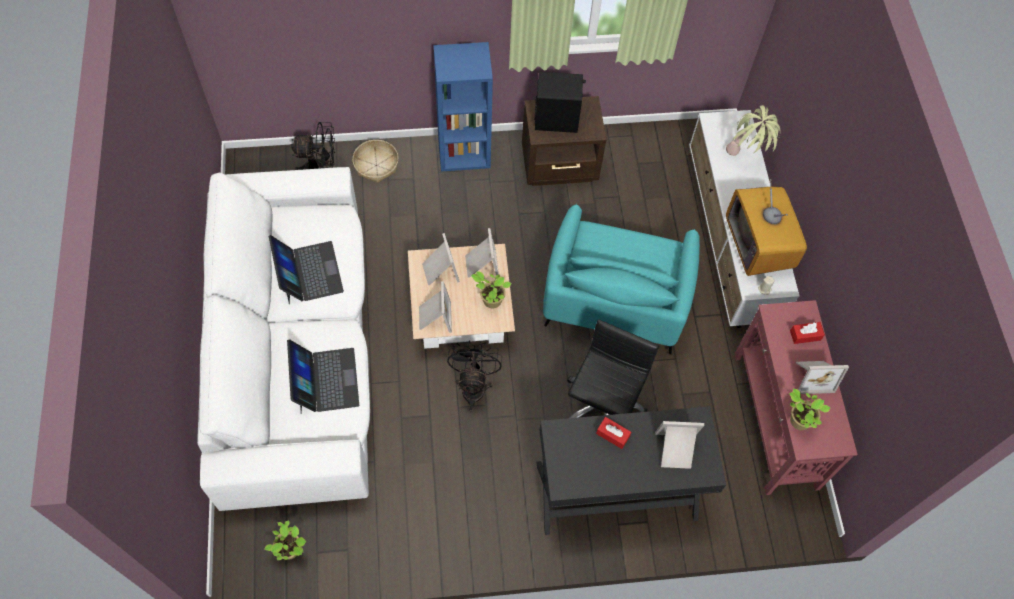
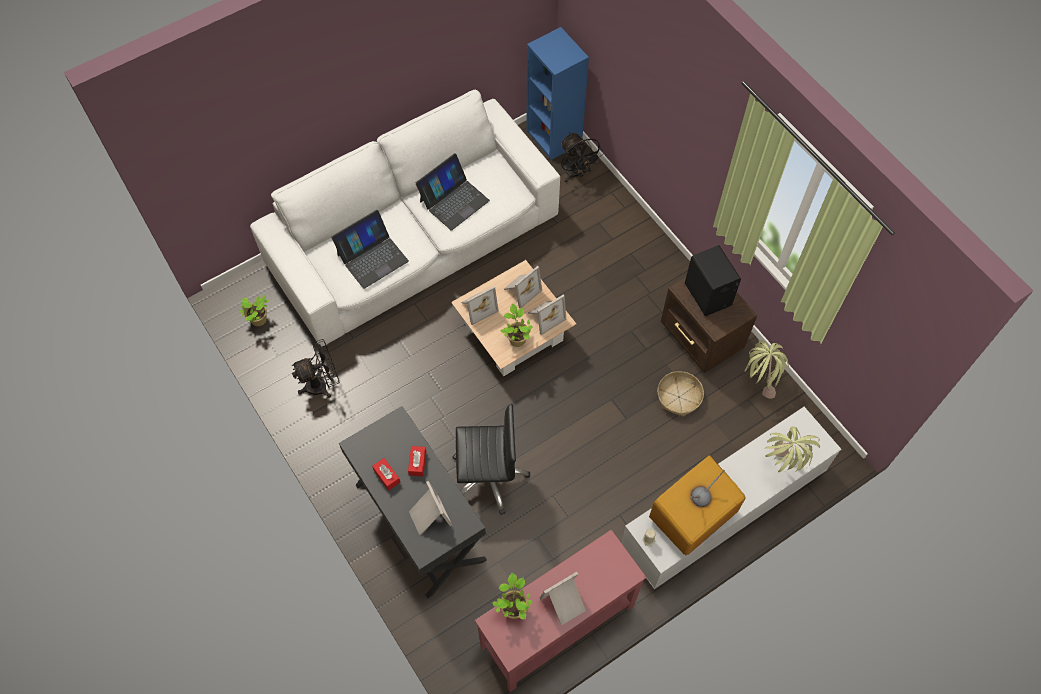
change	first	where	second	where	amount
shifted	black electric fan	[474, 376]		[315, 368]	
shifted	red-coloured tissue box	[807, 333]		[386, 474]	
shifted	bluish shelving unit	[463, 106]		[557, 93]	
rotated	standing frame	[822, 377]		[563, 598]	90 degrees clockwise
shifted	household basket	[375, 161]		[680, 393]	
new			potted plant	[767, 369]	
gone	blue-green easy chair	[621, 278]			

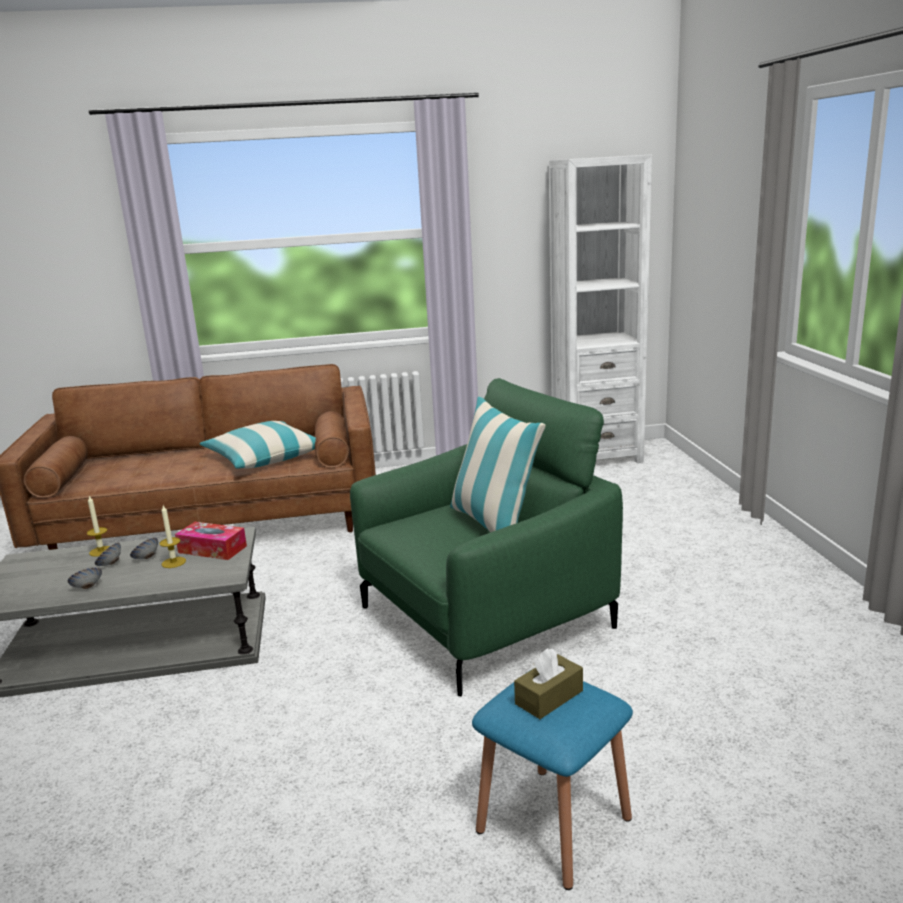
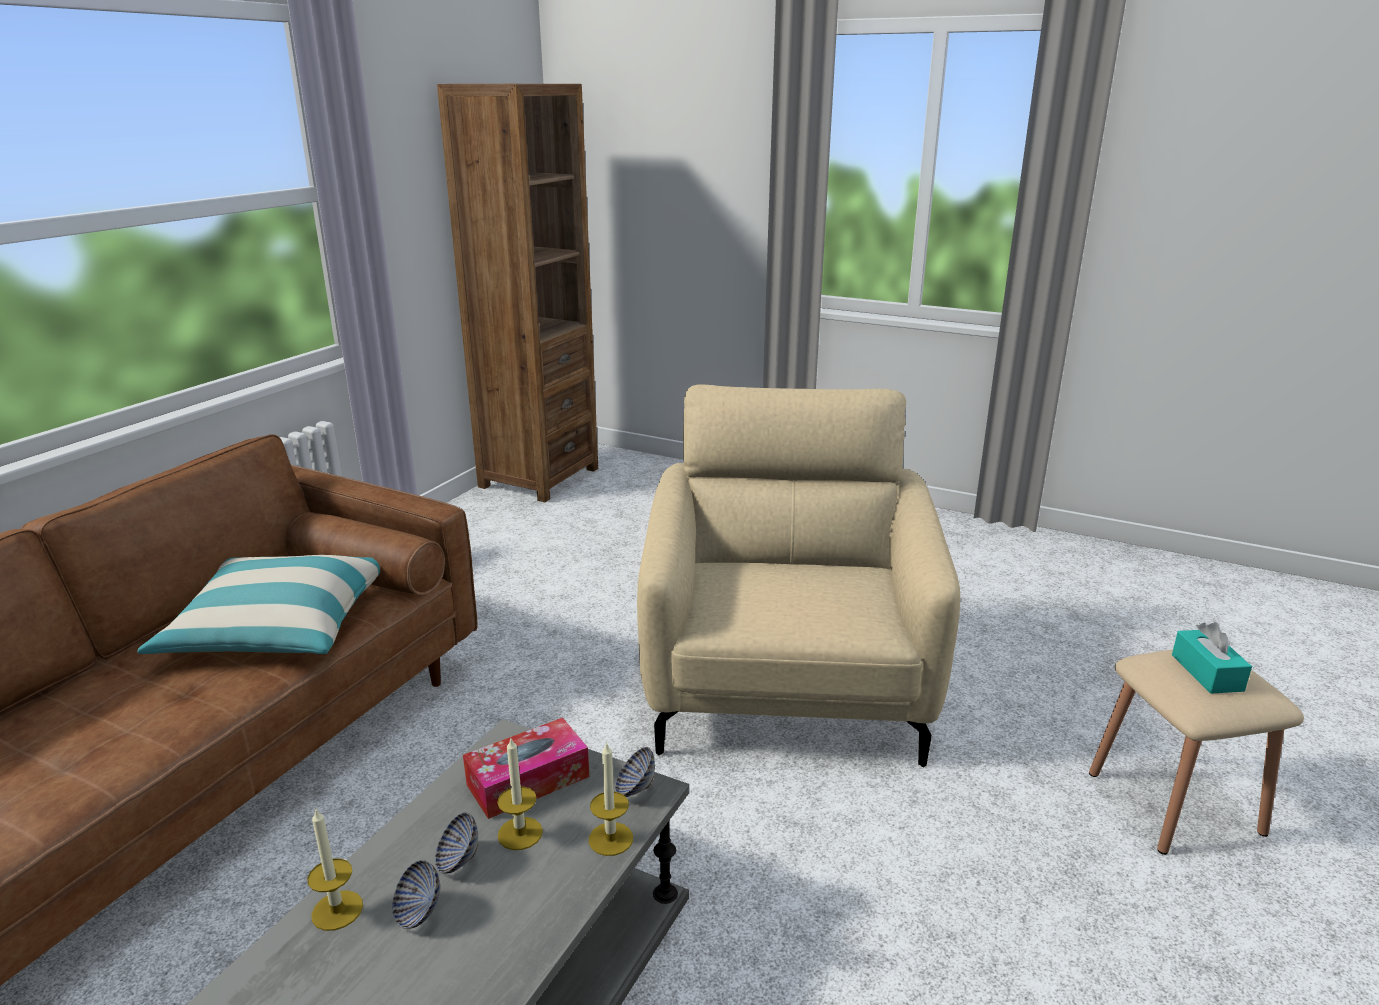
change	first	where	second	where	amount
repainted	white shelving unit	[600, 308]	brownish shelving unit	[517, 293]	
new			wax candle	[611, 799]	
shifted	deep dish	[85, 578]		[635, 772]	
repainted	green easy chair	[486, 537]	beige-coloured easy chair	[798, 575]	
repainted	bluish stool	[552, 780]	beige-coloured stool	[1196, 752]	
repainted	brownish tissue box	[548, 683]	blue-green tissue box	[1212, 658]	
gone	cushion	[498, 464]			

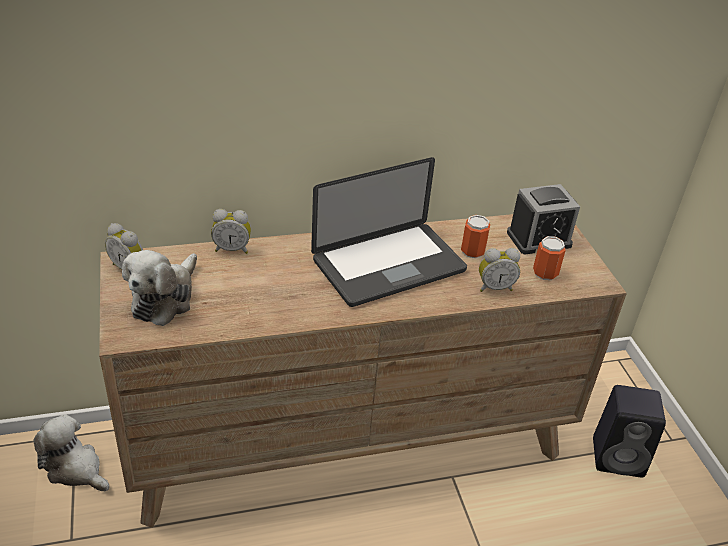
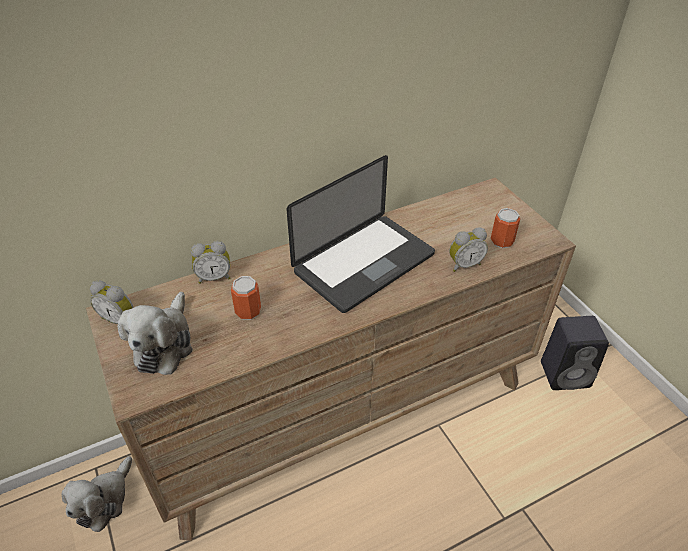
change	first	where	second	where	amount
rotated	cuddly toy	[71, 452]		[97, 494]	90 degrees counterclockwise
shifted	can	[475, 236]		[246, 298]	
gone	alarm clock	[543, 219]			

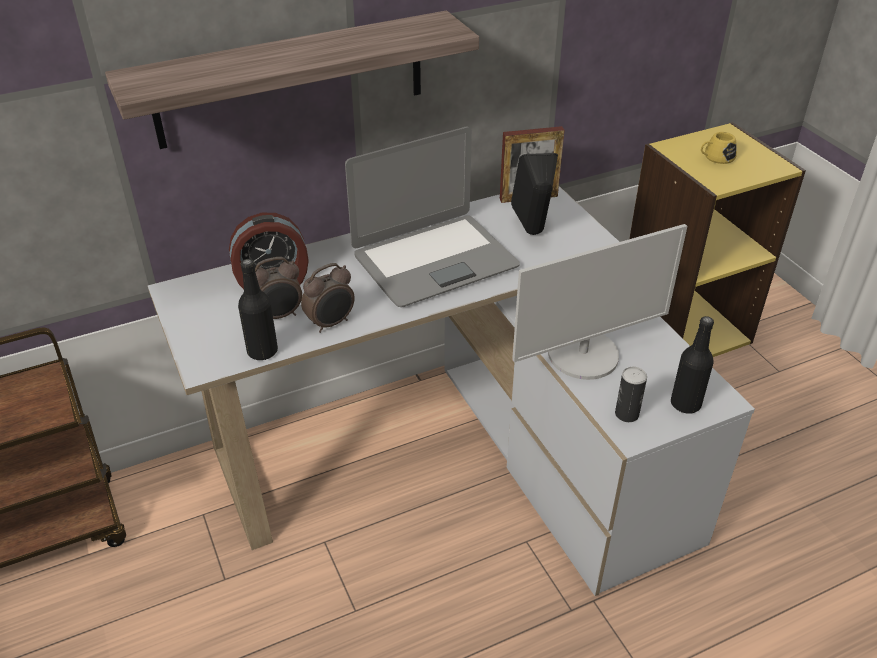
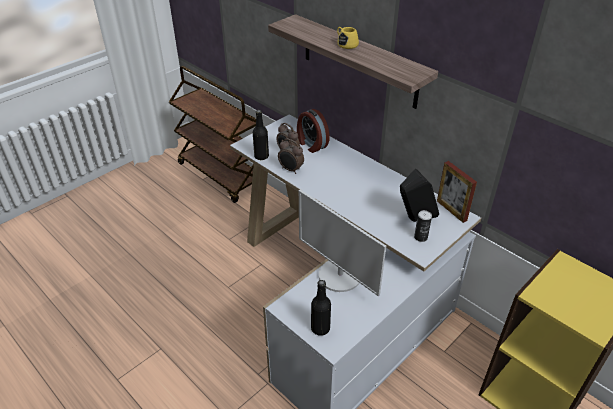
change	first	where	second	where	amount
shifted	yellow coffee mug	[719, 148]		[348, 38]	
shifted	can	[631, 394]		[423, 226]	
gone	notebook computer	[432, 217]			

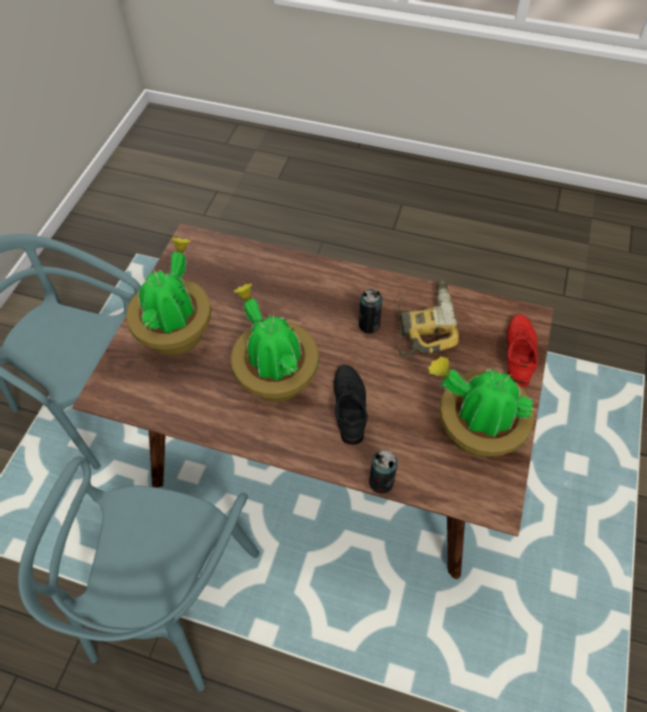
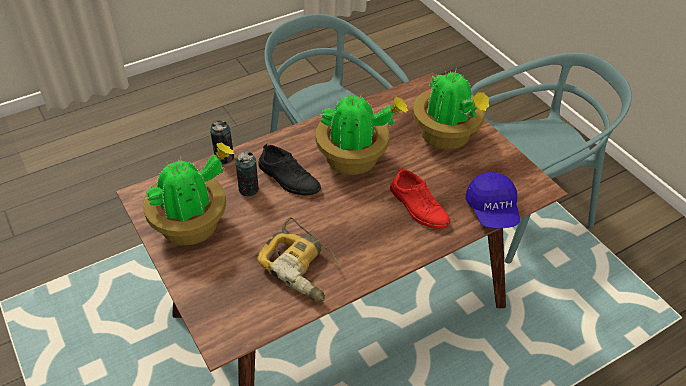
change	first	where	second	where	amount
shifted	can	[370, 311]		[247, 174]	
shifted	red-coloured item of footwear	[523, 350]		[420, 198]	
new			bluish baseball cap	[492, 200]	

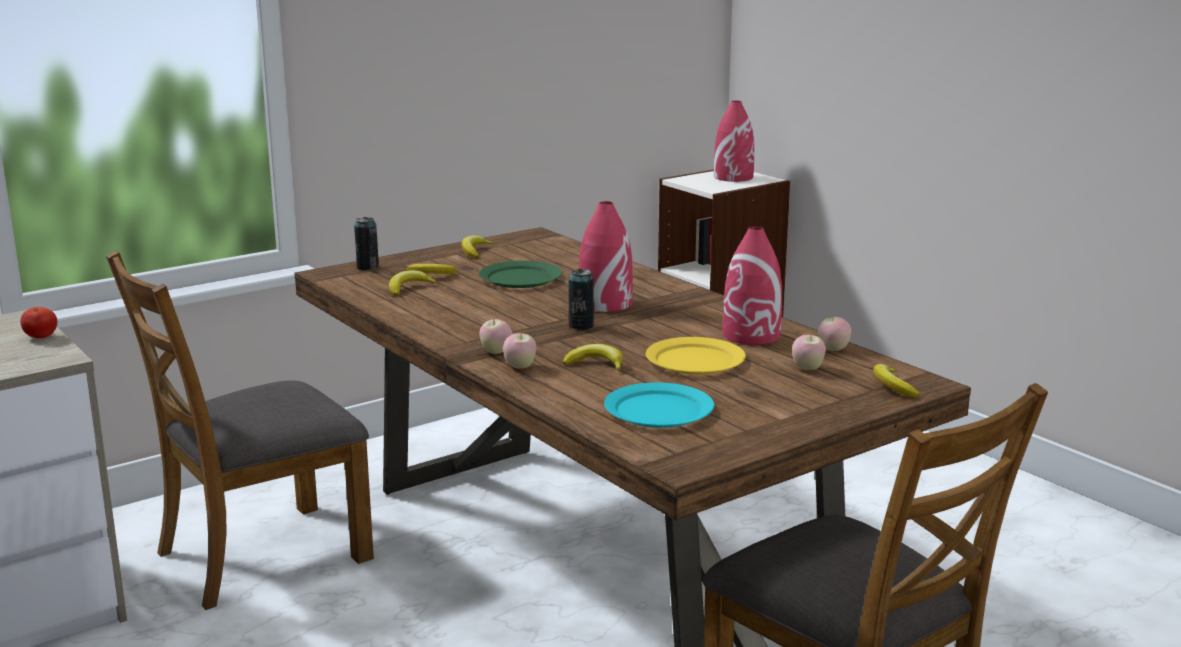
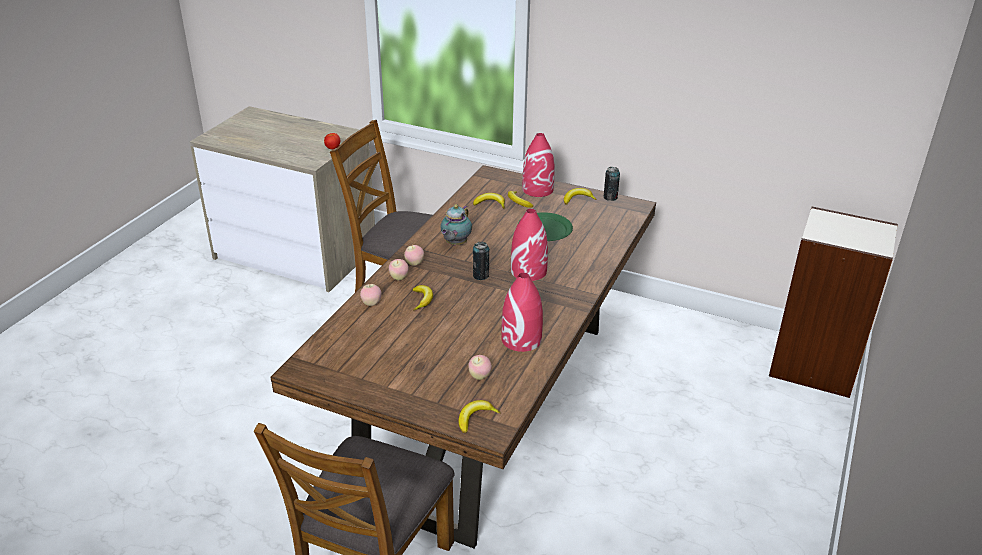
change	first	where	second	where	amount
shifted	apple fruit	[834, 332]		[371, 295]	
new			tea pot	[456, 224]	
shifted	red-coloured flower vase	[734, 141]		[538, 165]	
shifted	can	[366, 243]		[612, 184]	
gone	blue-green dinner plate	[659, 405]			
gone	yellow dinner plate	[696, 356]			

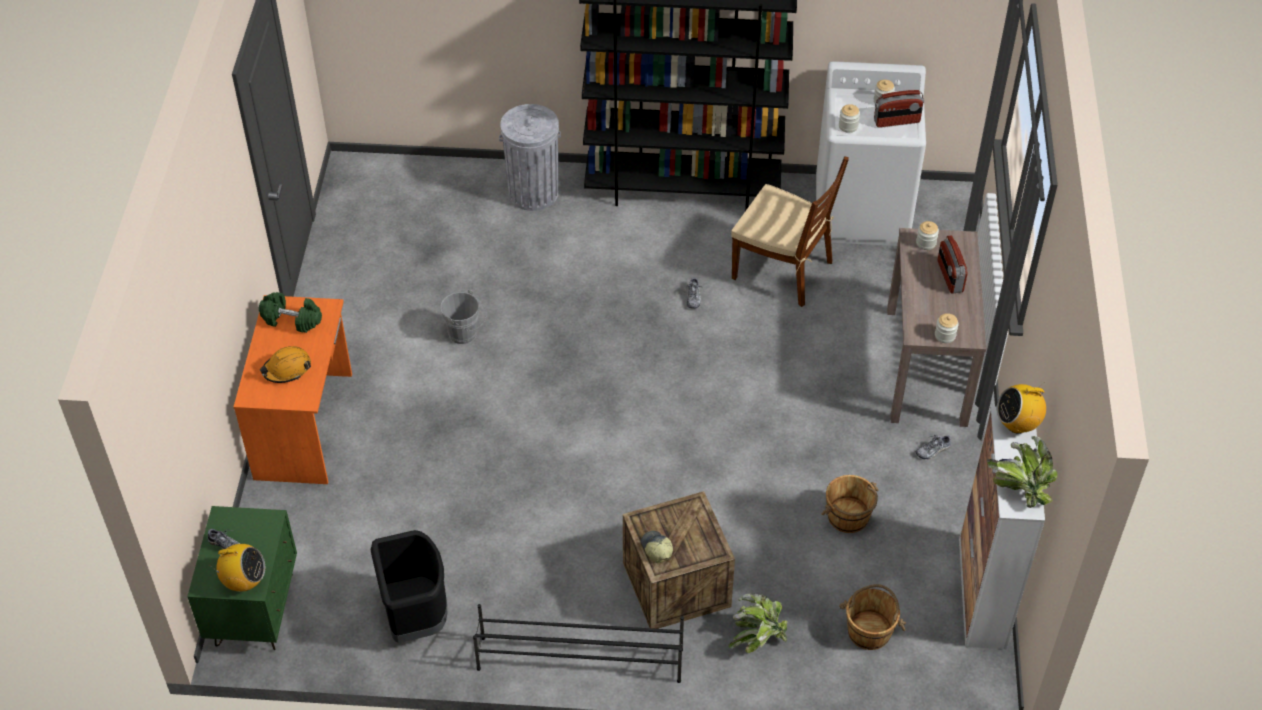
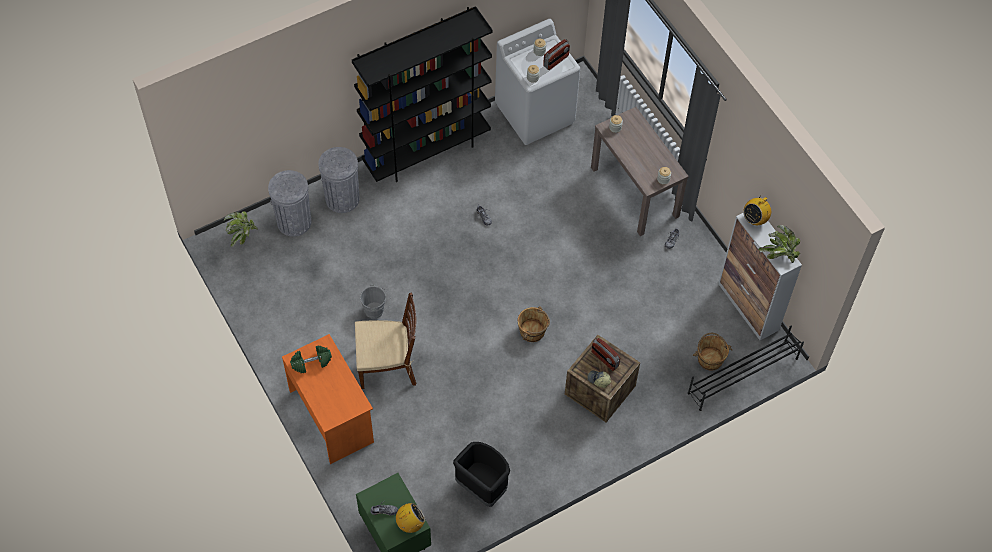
change	first	where	second	where	amount
shifted	potted plant	[757, 623]		[241, 229]	
new			gray rubbish bin	[289, 203]	
shifted	brownish chair	[790, 231]		[385, 340]	
shifted	brownish water bucket	[850, 504]		[534, 324]	
shifted	radio receiver	[953, 265]		[605, 354]	
shifted	black shoe shelf	[578, 643]		[746, 368]	
gone	orangey work helmet	[285, 364]			

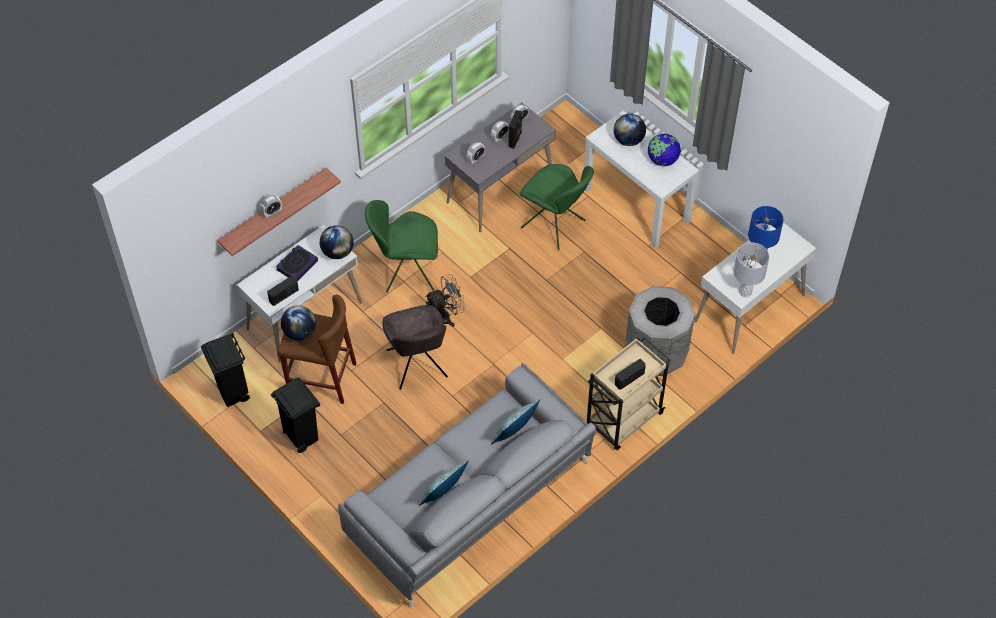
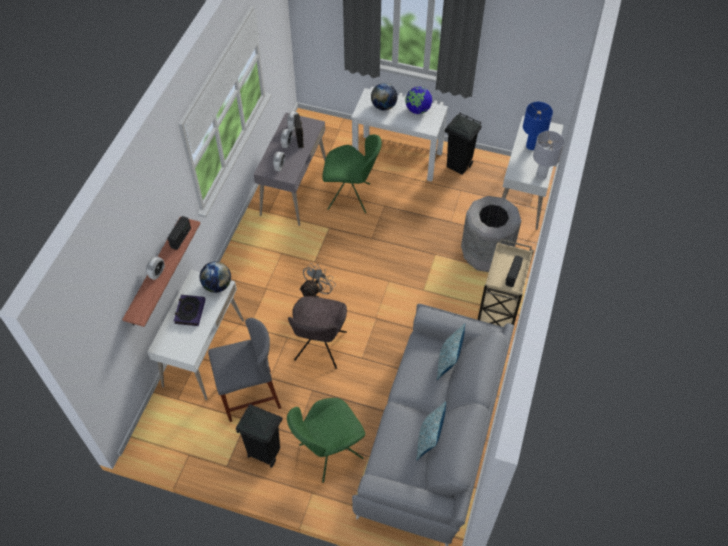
change	first	where	second	where	amount
shifted	radio receiver	[283, 291]		[179, 233]	
repainted	brownish stool	[317, 349]	gray stool	[244, 370]	
shifted	green chair	[401, 246]		[326, 440]	
rotated	gray chair	[415, 347]		[317, 332]	60 degrees clockwise
shifted	black rubbish bin	[225, 370]		[463, 144]	
gone	world globe	[298, 322]			

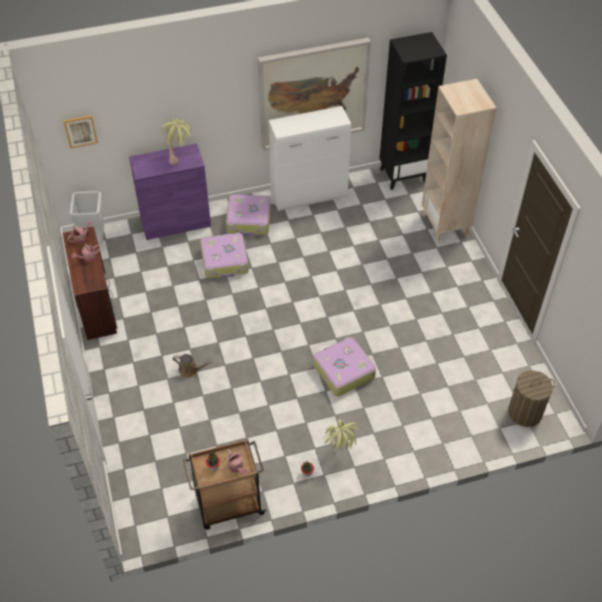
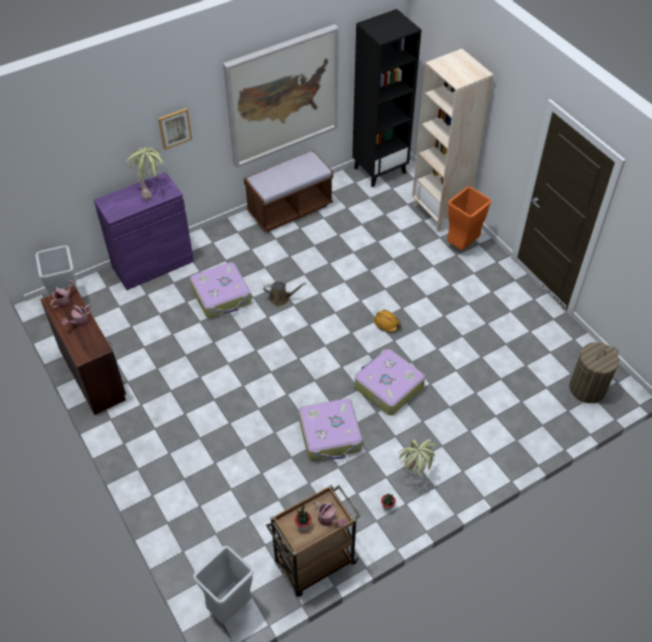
change	first	where	second	where	amount
shifted	wall art	[80, 132]		[175, 129]	
new			gray rubbish bin	[223, 585]	
swapped	white cupboard	[309, 158]	brownish bench	[288, 191]	
shifted	brownish sprinkling can	[192, 366]		[284, 294]	
shifted	travel case	[248, 215]		[330, 429]	
new			orangey work helmet	[387, 321]	
new			orangey rubbish bin	[469, 218]	

